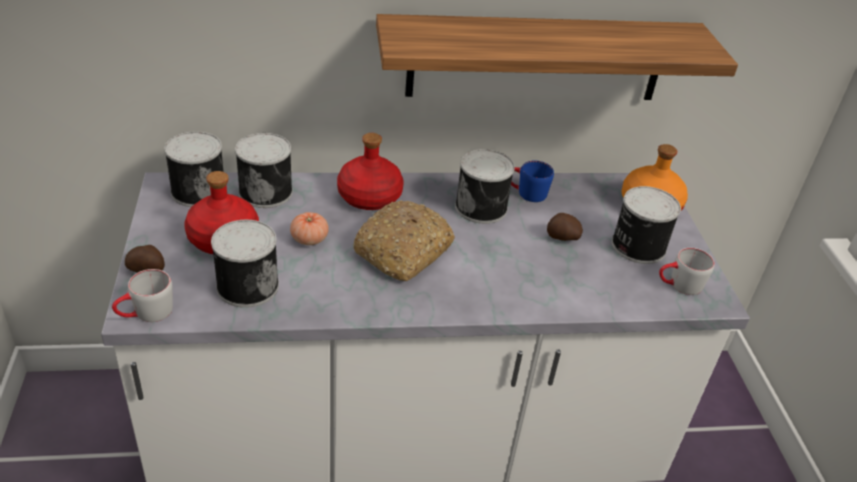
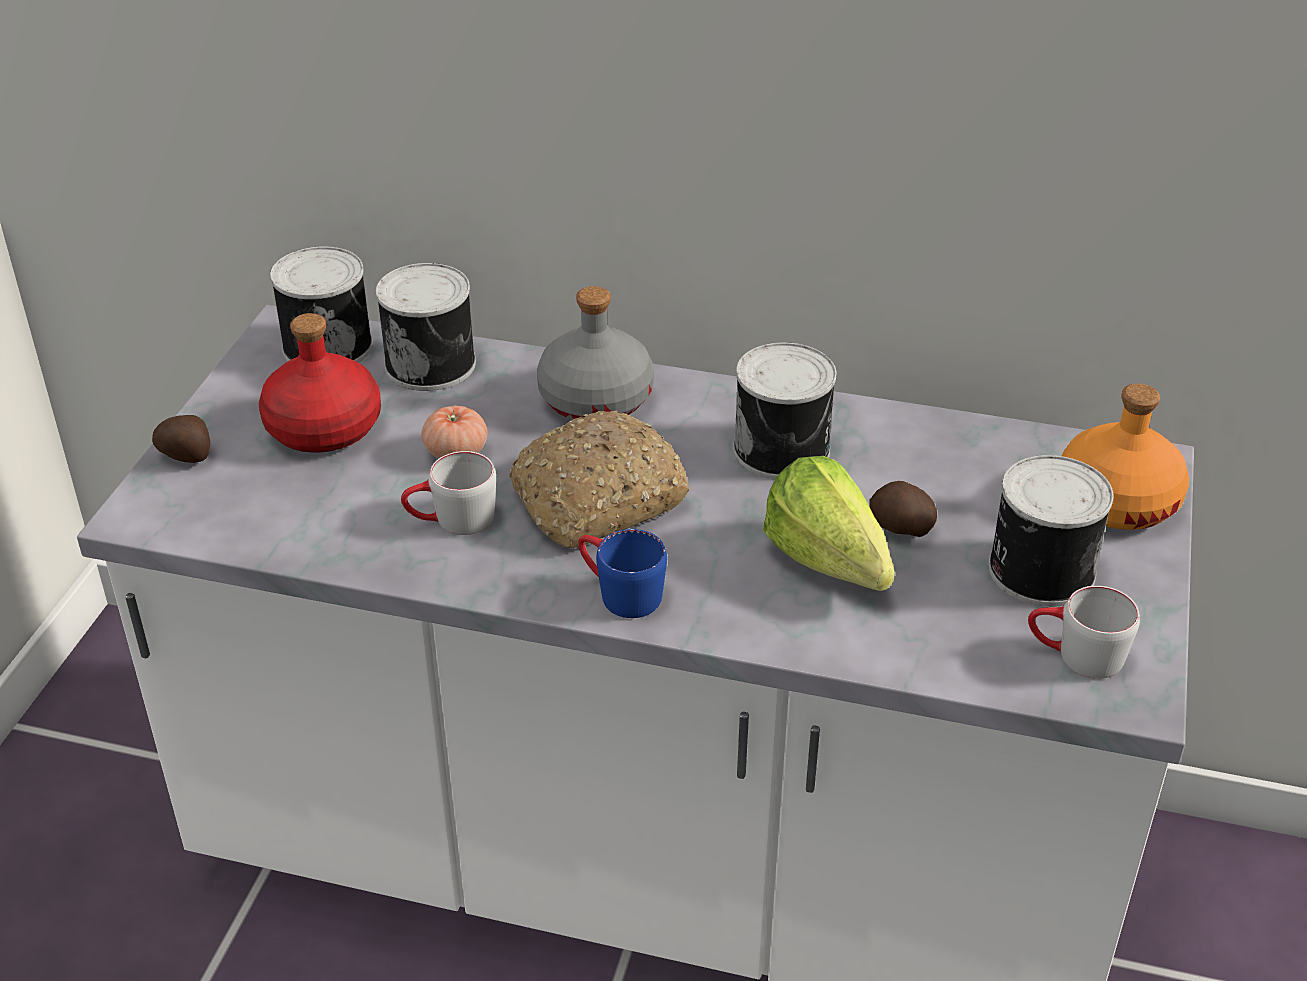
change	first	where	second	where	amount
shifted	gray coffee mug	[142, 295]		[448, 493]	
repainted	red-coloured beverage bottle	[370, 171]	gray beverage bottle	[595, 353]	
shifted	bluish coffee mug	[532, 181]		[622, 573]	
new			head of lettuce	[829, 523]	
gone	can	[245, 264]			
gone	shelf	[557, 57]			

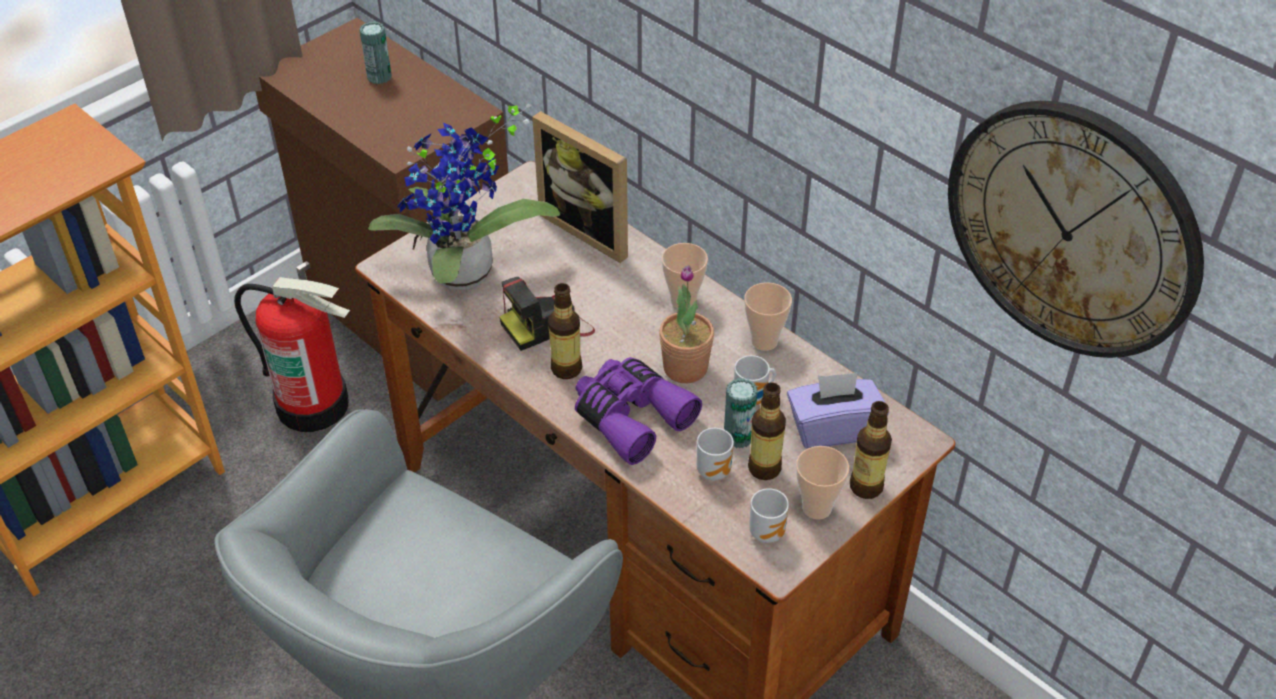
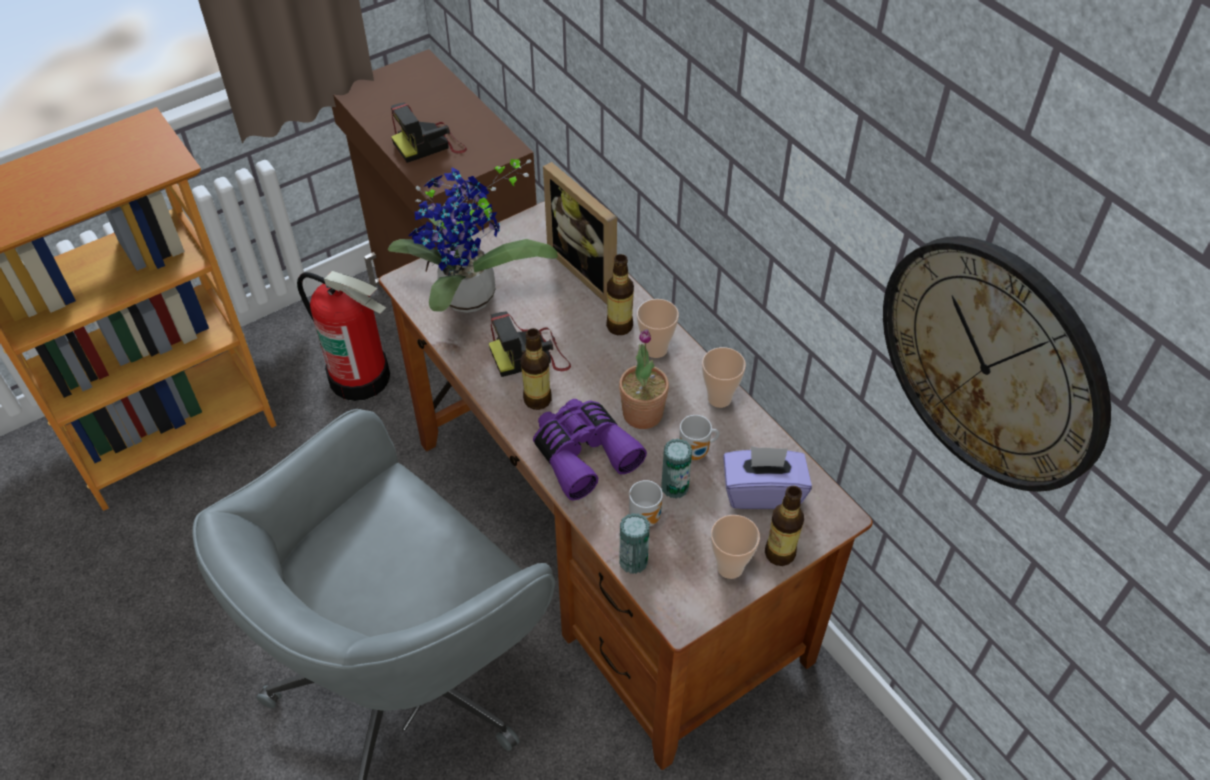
change	first	where	second	where	amount
new			still camera	[429, 133]	
shifted	beverage bottle	[767, 431]		[620, 294]	
shifted	can	[376, 53]		[634, 543]	
gone	coffee mug	[769, 515]			

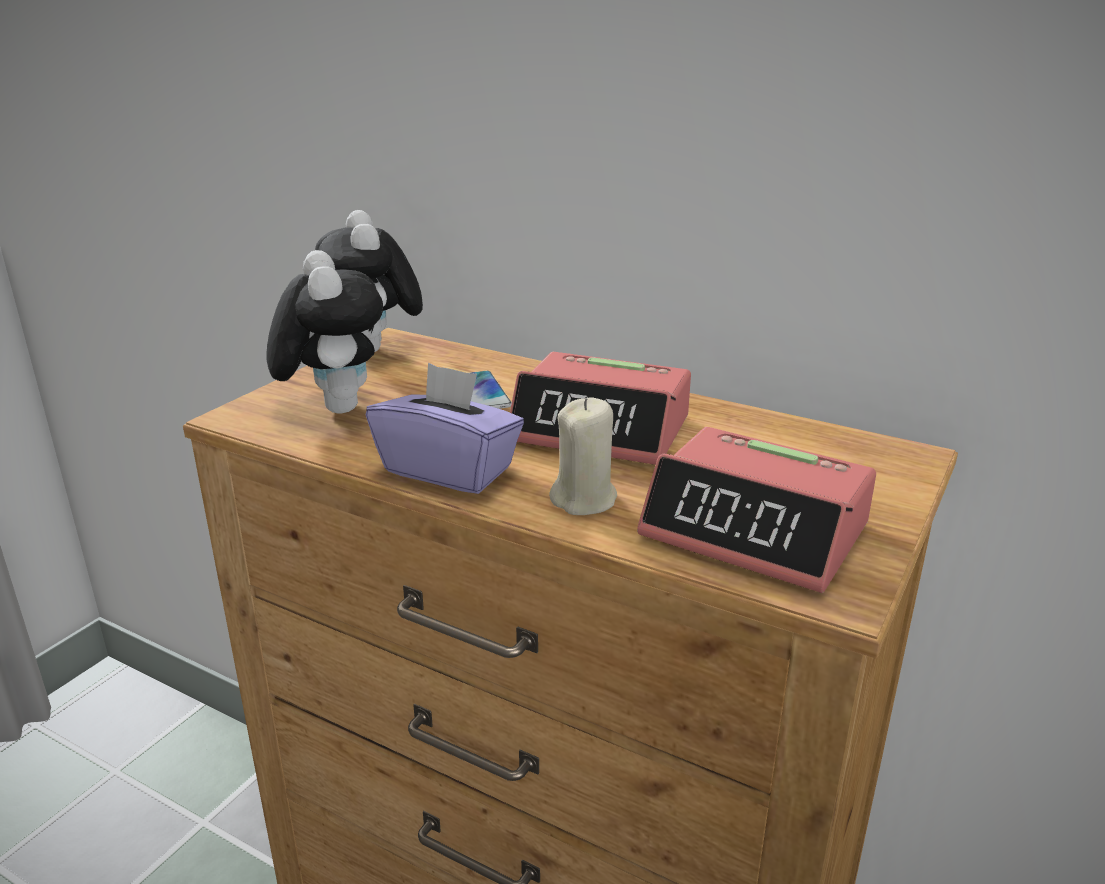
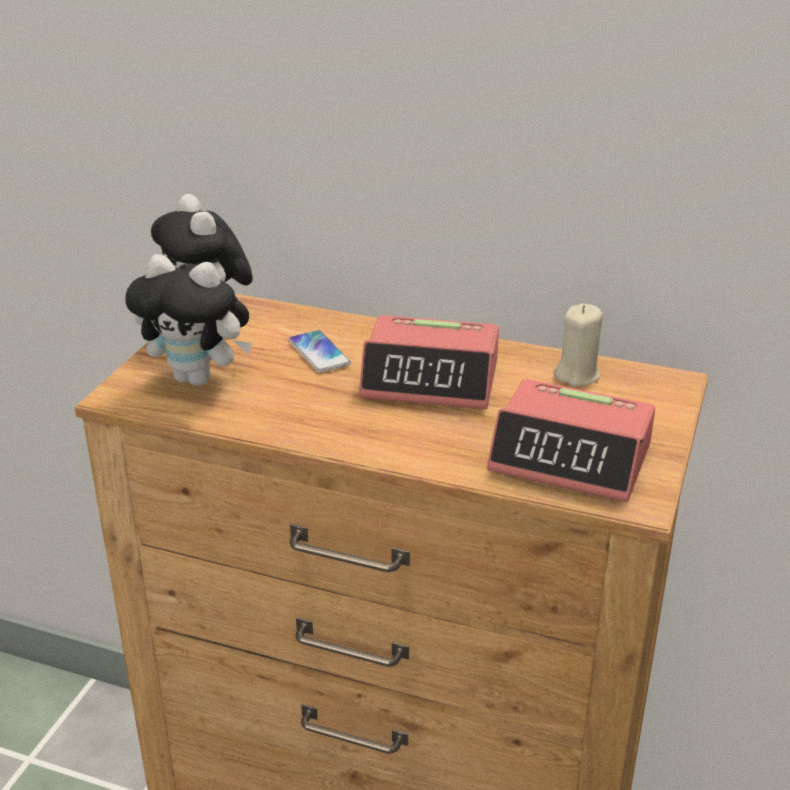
change	first	where	second	where	amount
rotated	cuddly toy	[325, 332]		[188, 320]	135 degrees clockwise
shifted	beige-coloured wax candle	[583, 456]		[578, 345]	
gone	purple-coloured tissue box	[445, 428]			

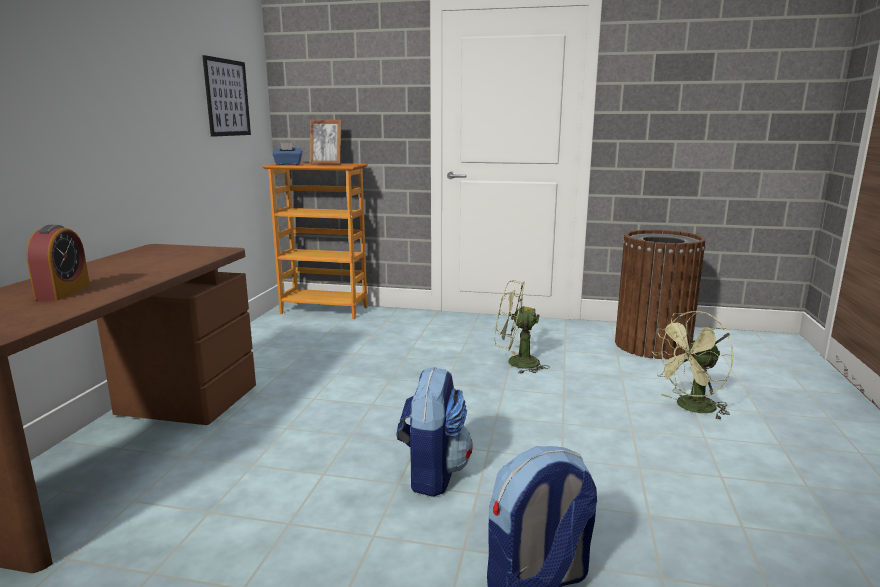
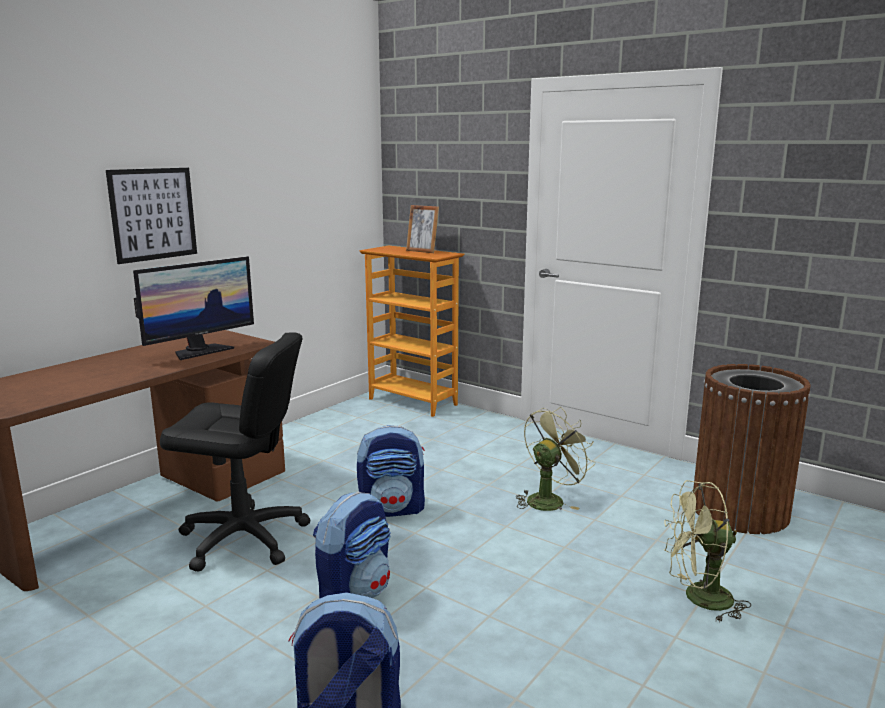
change	first	where	second	where	amount
shifted	wall art	[226, 96]		[151, 216]	
new			computer screen	[193, 308]	
new			black computer chair	[235, 452]	
new			knapsack	[391, 471]	
rotated	green electric fan	[522, 327]		[555, 459]	105 degrees clockwise
gone	alarm clock	[58, 263]			
gone	bluish tissue box	[287, 154]			

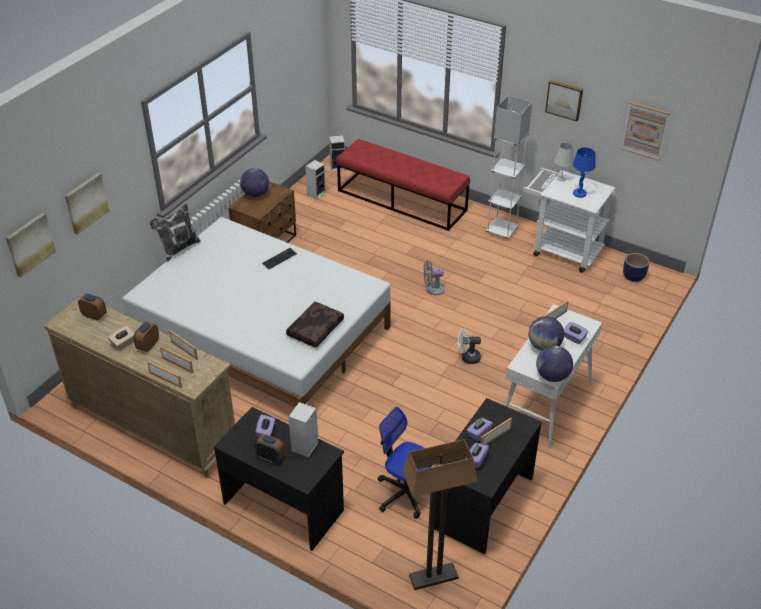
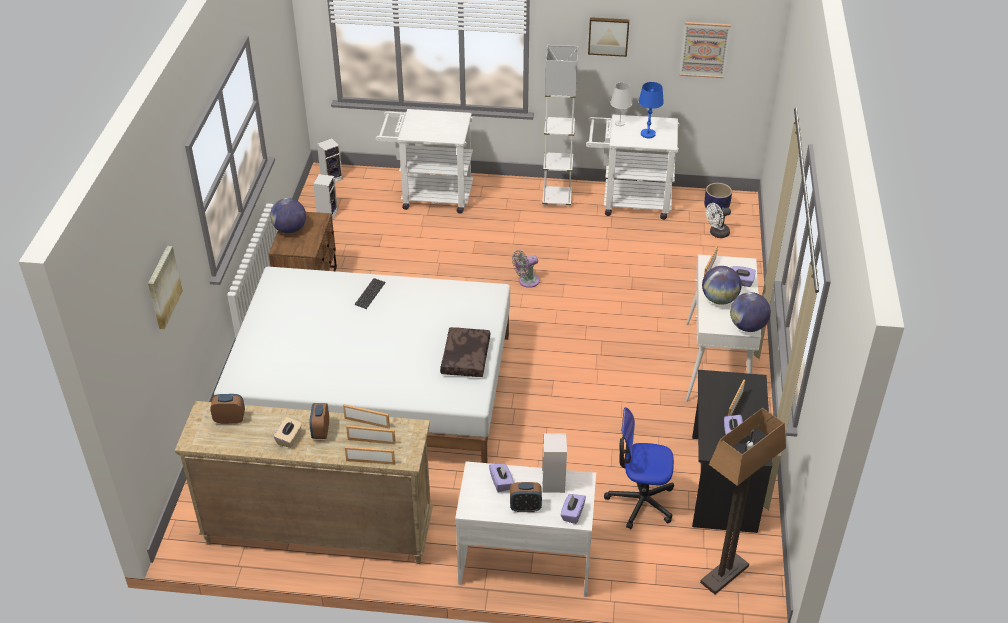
change	first	where	second	where	amount
swapped	red-coloured bench	[403, 185]	white wheeled cart	[424, 161]	
repainted	black desk table	[279, 479]	white desk table	[525, 529]	
shifted	purple-coloured tissue box	[480, 430]		[573, 509]	
shifted	white electric fan	[469, 346]		[718, 220]	
gone	wall art	[31, 245]			
gone	cushion	[175, 232]			

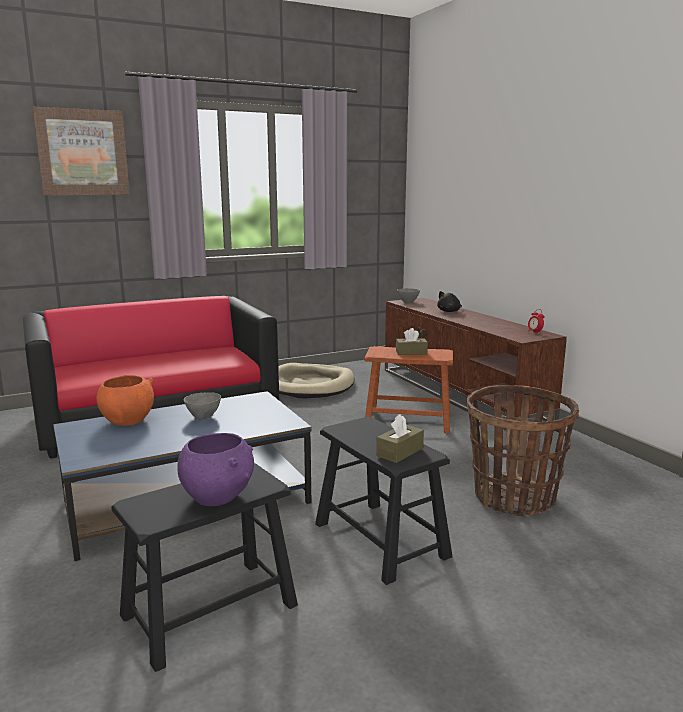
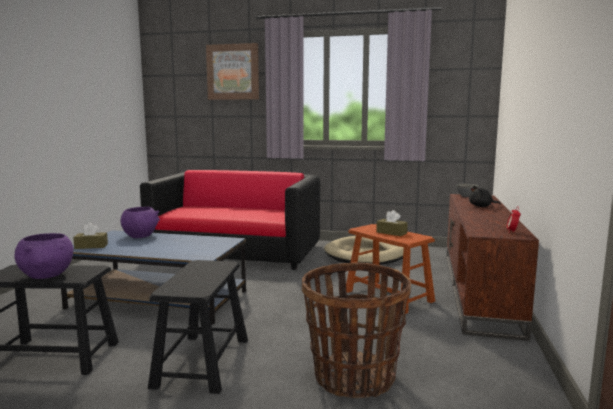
change	first	where	second	where	amount
shifted	brownish tissue box	[400, 438]		[90, 236]	
repainted	orangey deep dish	[125, 400]	purple-coloured deep dish	[140, 222]	
gone	gray deep dish	[202, 406]			

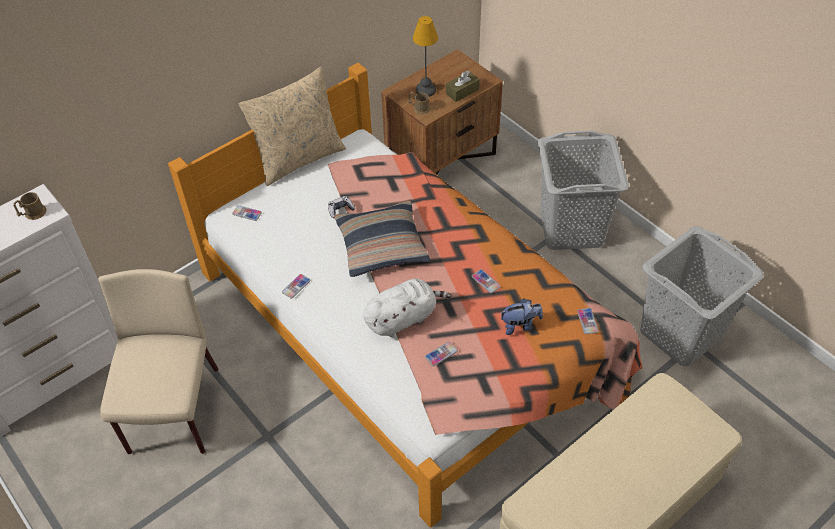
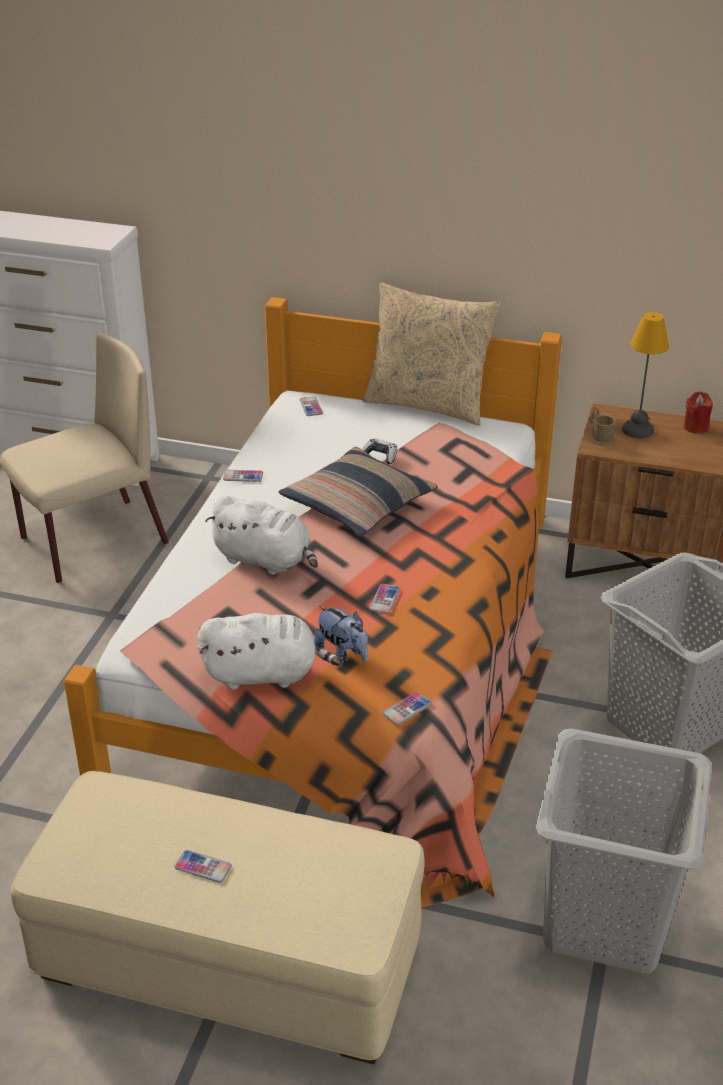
change	first	where	second	where	amount
shifted	phone	[441, 354]		[203, 866]	
new			white cuddly toy	[269, 651]	
new			red-coloured wax candle	[698, 412]	
gone	brownish coffee mug	[30, 206]			
gone	brownish tissue box	[463, 86]			

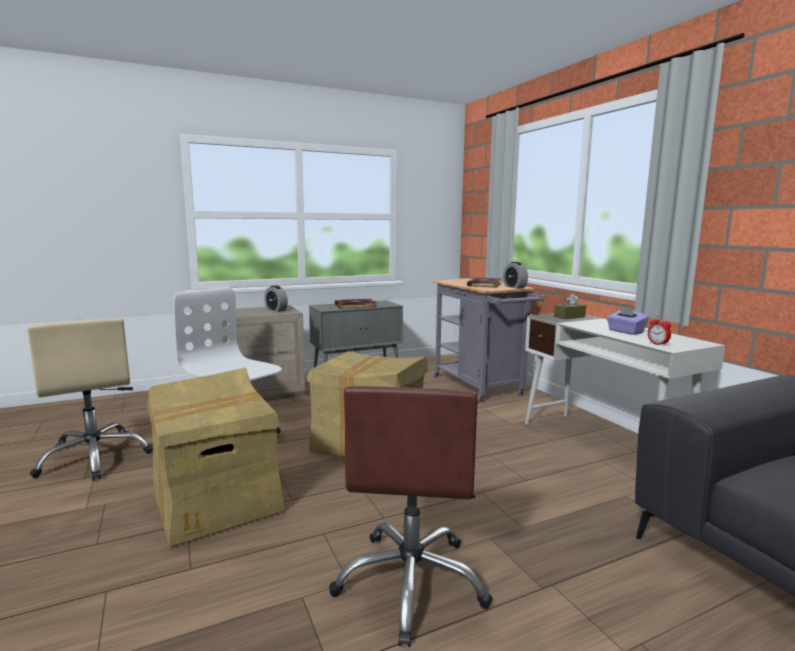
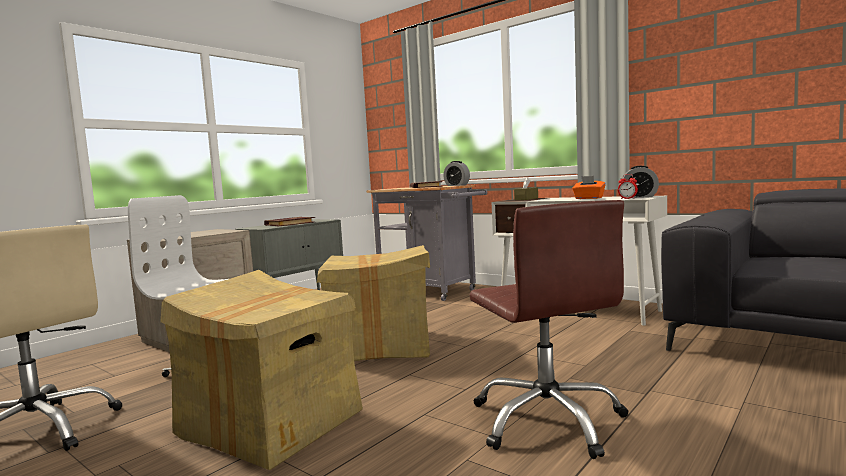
change	first	where	second	where	amount
repainted	purple-coloured tissue box	[628, 320]	orangey tissue box	[589, 187]	
shifted	alarm clock	[276, 298]		[641, 182]	

